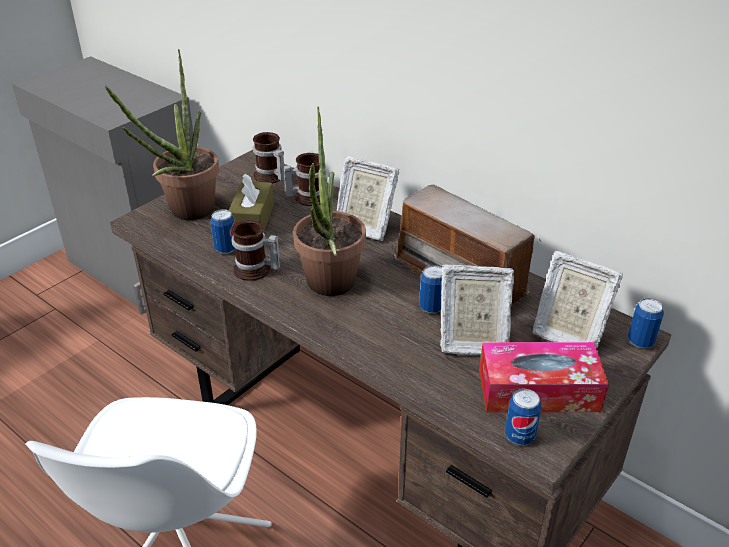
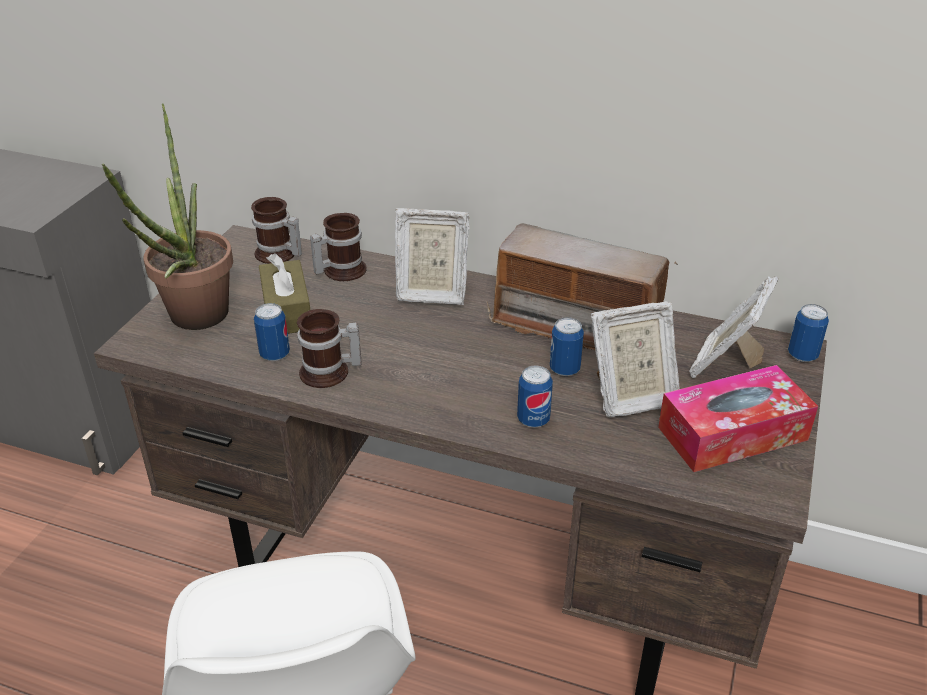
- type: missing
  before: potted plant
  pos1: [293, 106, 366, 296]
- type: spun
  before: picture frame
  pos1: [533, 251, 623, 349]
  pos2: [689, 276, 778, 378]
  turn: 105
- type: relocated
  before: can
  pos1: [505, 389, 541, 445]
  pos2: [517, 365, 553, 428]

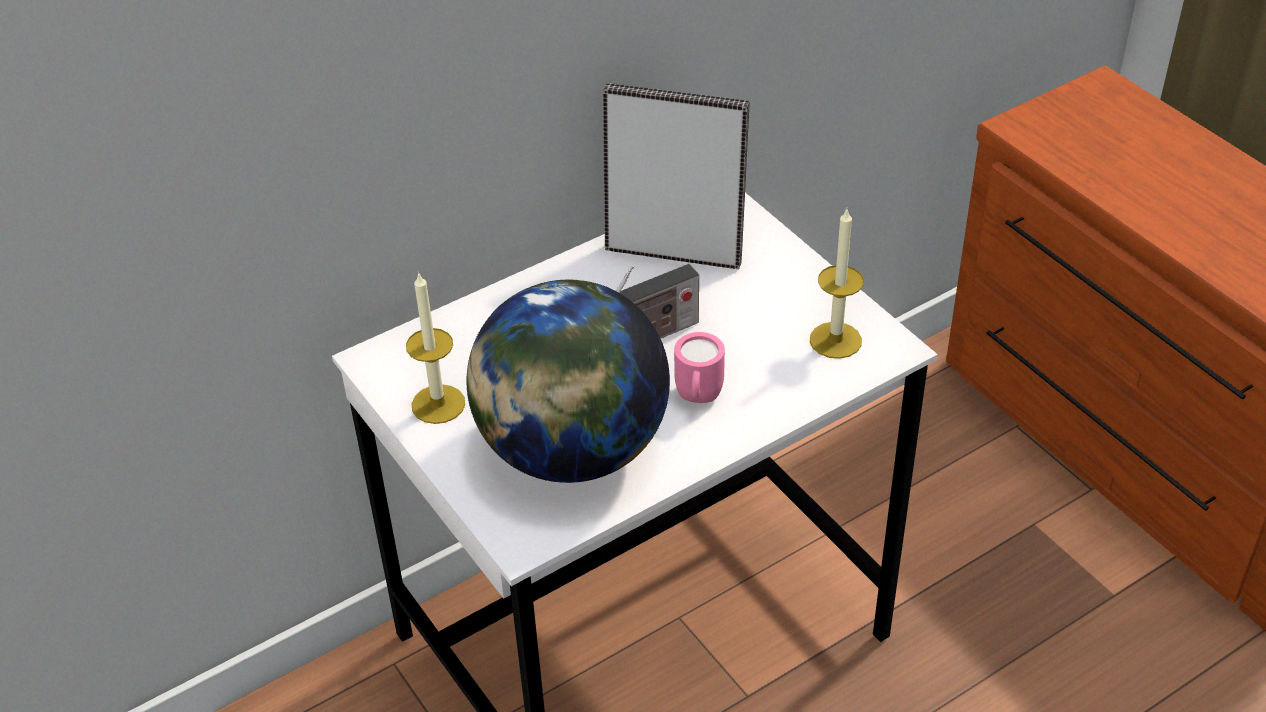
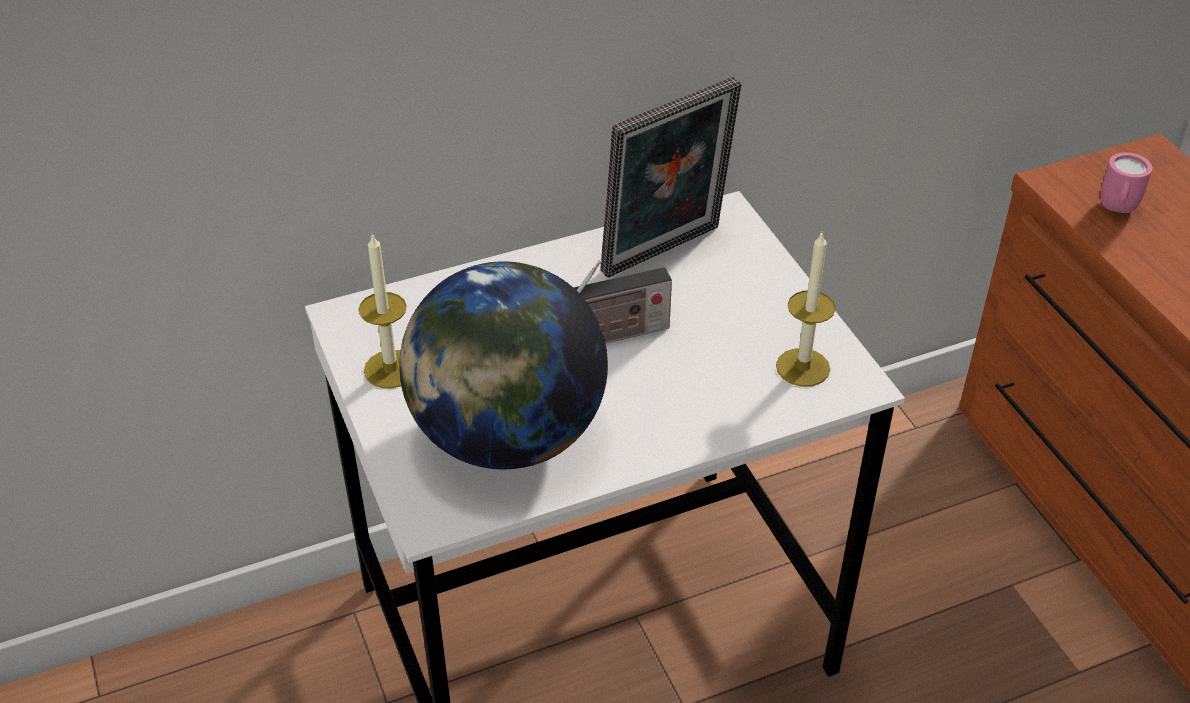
- type: spun
  before: picture frame
  pos1: [603, 83, 750, 269]
  pos2: [601, 77, 742, 278]
  turn: 120
- type: relocated
  before: mug/pink
  pos1: [674, 332, 725, 403]
  pos2: [1101, 152, 1153, 213]

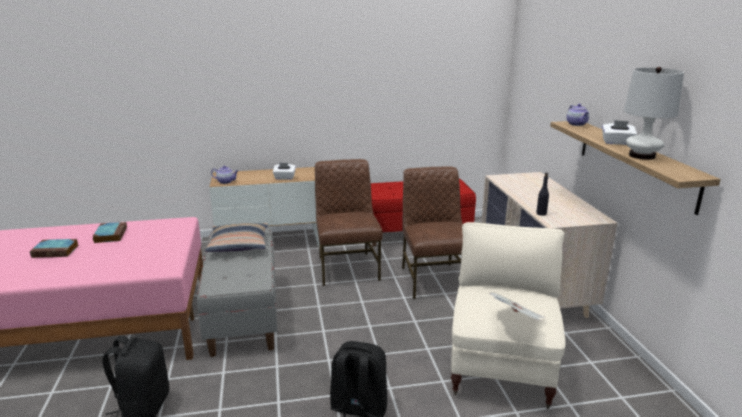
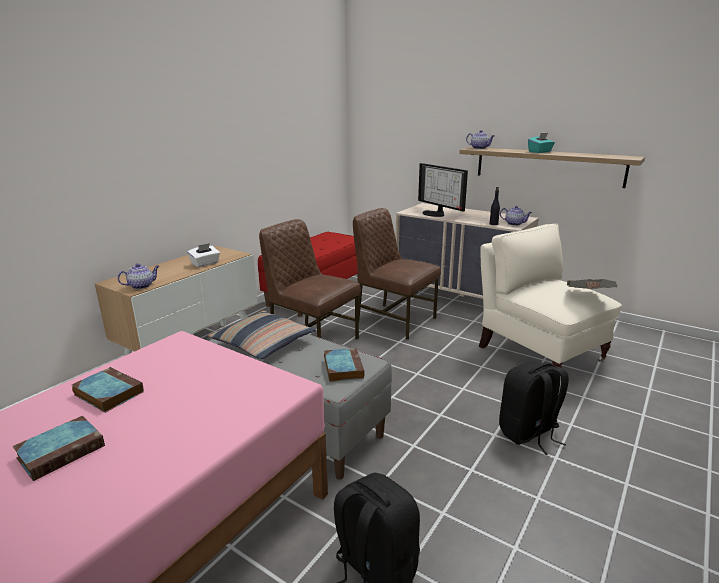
- type: missing
  before: table lamp/white
  pos1: [624, 67, 684, 160]
- type: colour
  before: tissue box/white
  after: tissue box/turquoise
  pos1: [602, 120, 637, 145]
  pos2: [528, 133, 555, 153]
- type: appeared
  after: monitor
  pos2: [418, 163, 468, 217]
- type: appeared
  after: teapot
  pos2: [500, 206, 532, 226]
- type: appeared
  after: book
  pos2: [324, 348, 364, 382]

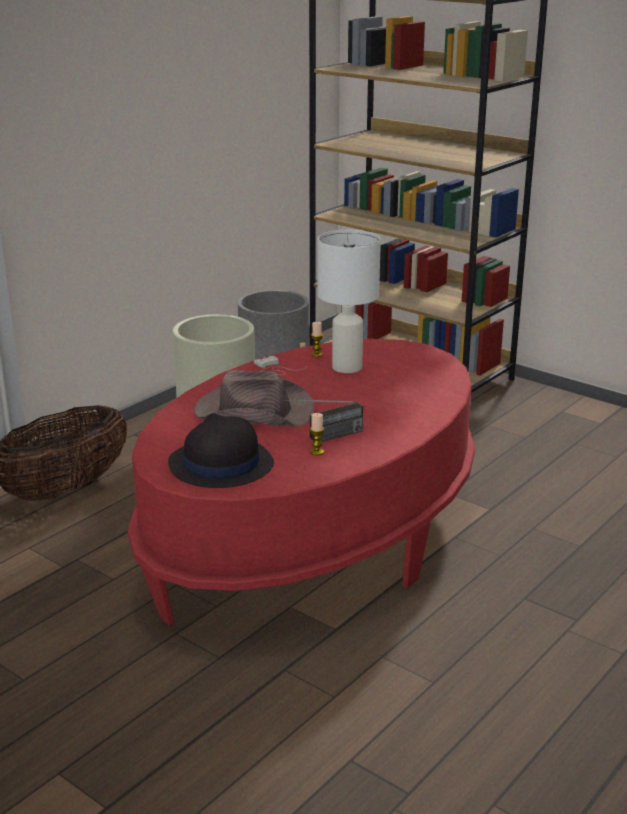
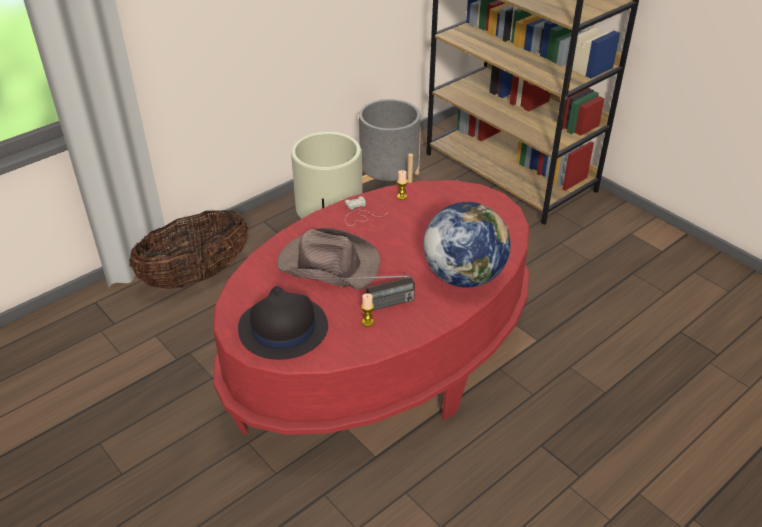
- type: missing
  before: table lamp/white
  pos1: [317, 230, 381, 373]
- type: appeared
  after: globe
  pos2: [424, 202, 511, 288]

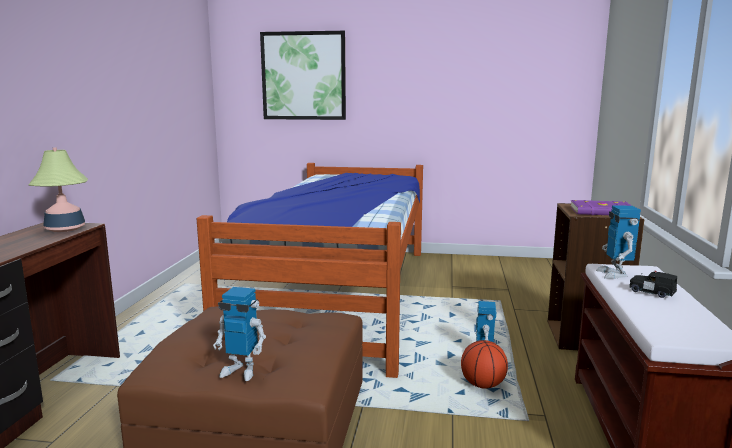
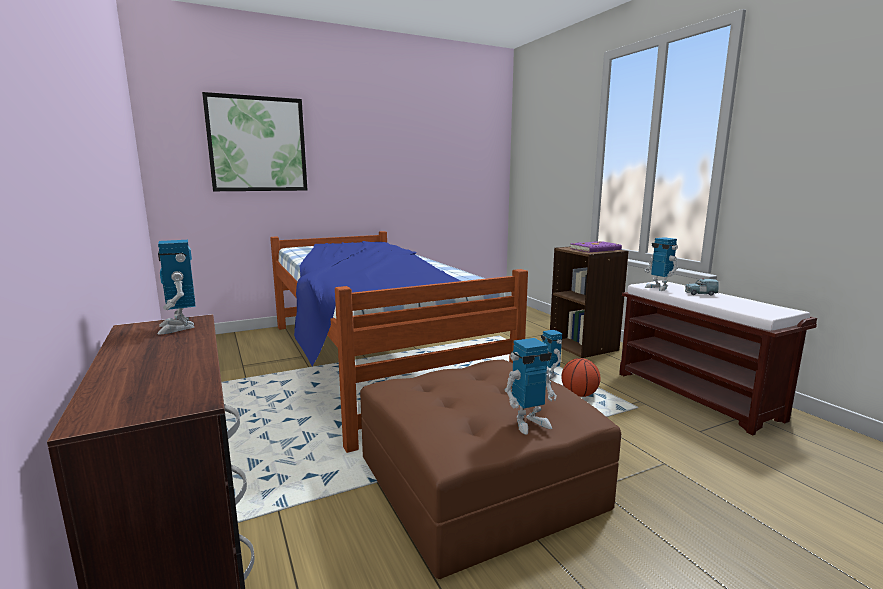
- type: exchanged
  before: table lamp
  after: toy robot
  pos1: [29, 148, 88, 232]
  pos2: [158, 240, 196, 335]
- type: colour
  before: toy car/black
  after: toy car/blue
  pos1: [629, 271, 677, 298]
  pos2: [685, 278, 719, 296]

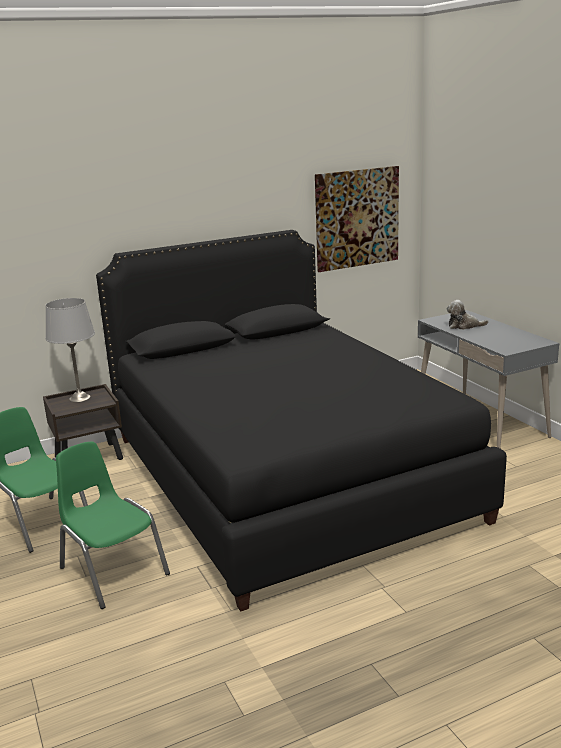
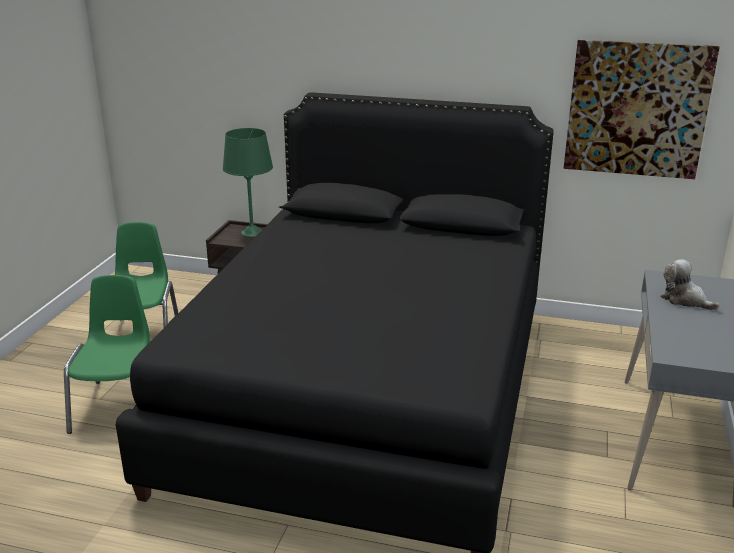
- type: colour
  before: table lamp/grey
  after: table lamp/green
  pos1: [45, 298, 95, 402]
  pos2: [223, 128, 273, 237]

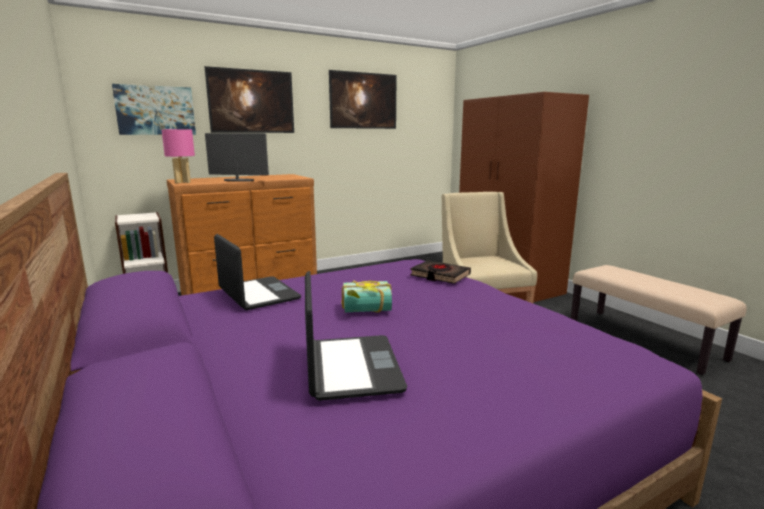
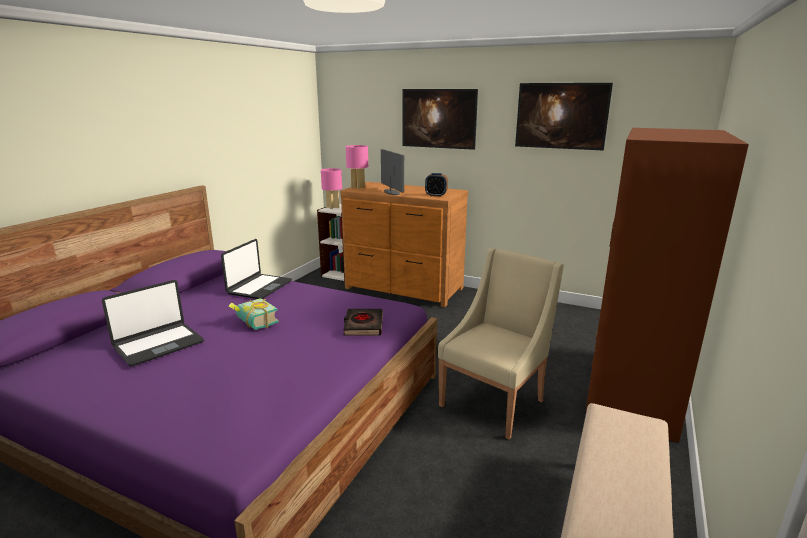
- type: missing
  before: picture
  pos1: [112, 84, 196, 135]
- type: appeared
  after: table lamp/pink
  pos2: [321, 168, 342, 209]
- type: appeared
  after: alarm clock
  pos2: [425, 173, 448, 197]

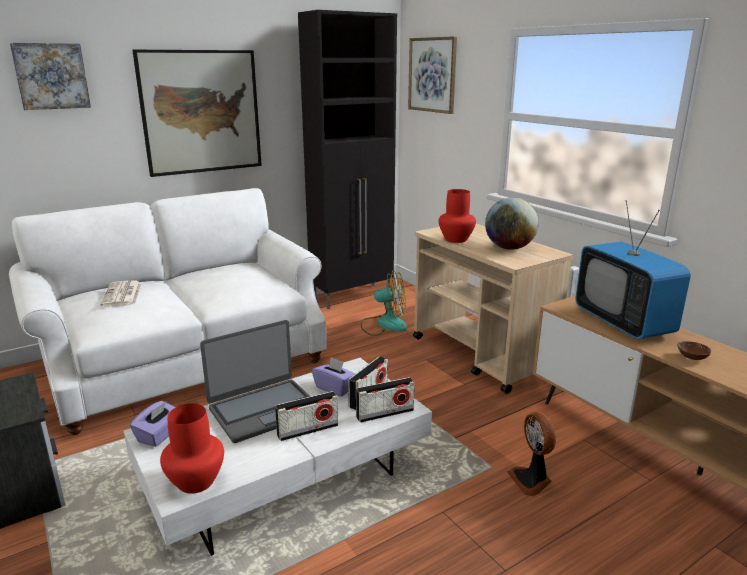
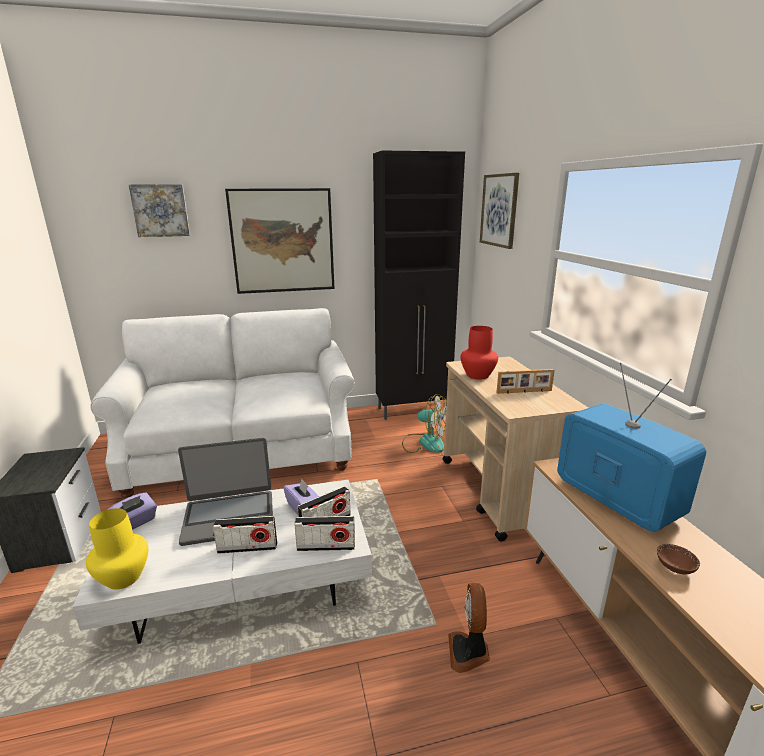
- type: exchanged
  before: globe
  after: picture frame
  pos1: [485, 197, 539, 250]
  pos2: [496, 369, 555, 394]
- type: spun
  before: television
  pos1: [575, 200, 691, 339]
  pos2: [557, 363, 706, 531]
  turn: 150
- type: missing
  before: newspaper
  pos1: [101, 280, 142, 307]
- type: colour
  before: vase/red
  after: vase/yellow
  pos1: [160, 404, 224, 494]
  pos2: [86, 508, 148, 589]

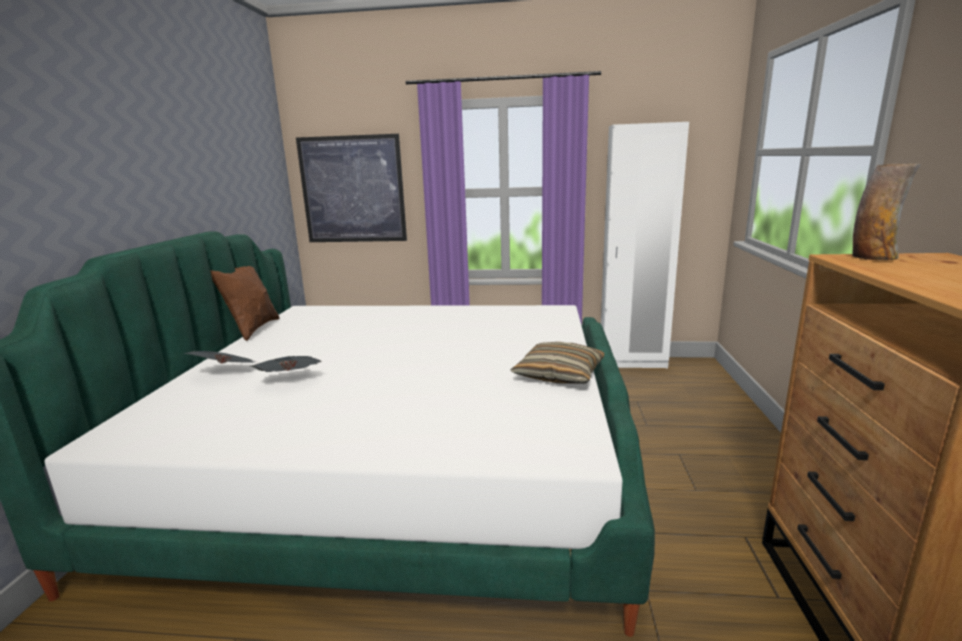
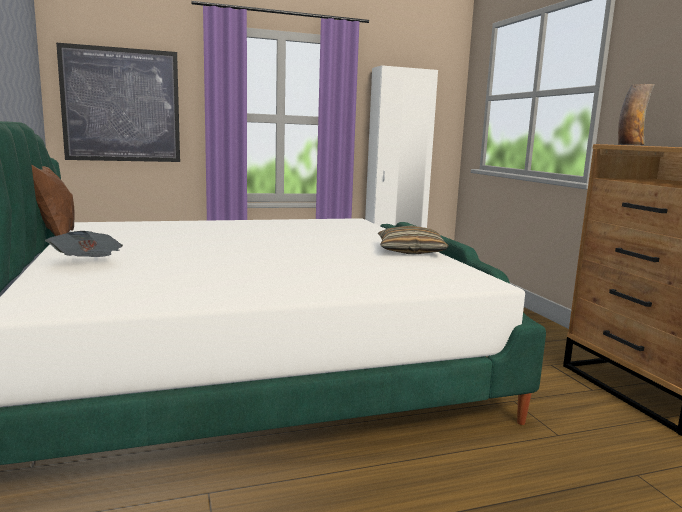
- type: missing
  before: newspaper
  pos1: [250, 356, 321, 372]

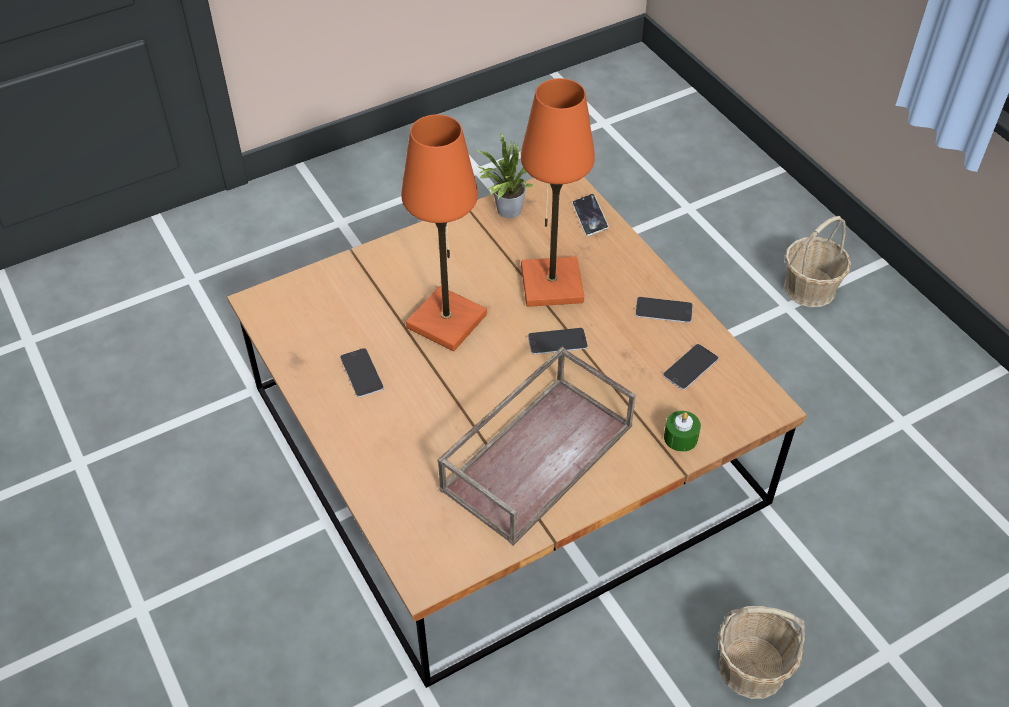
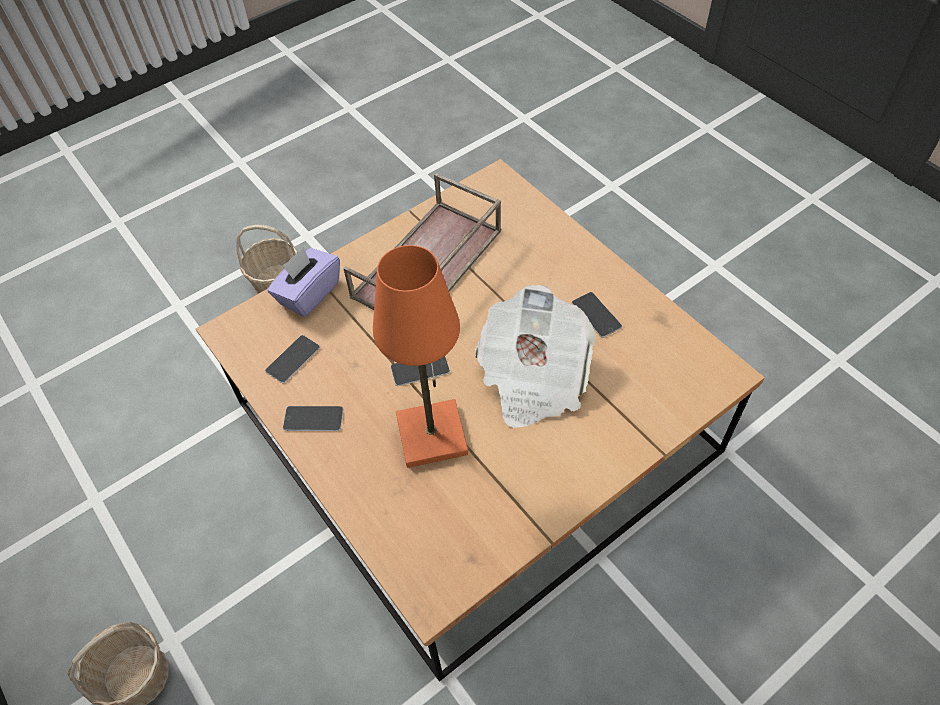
- type: exchanged
  before: table lamp/orange
  after: newspaper
  pos1: [401, 114, 487, 351]
  pos2: [475, 285, 596, 428]
- type: missing
  before: potted plant
  pos1: [474, 132, 534, 218]
- type: missing
  before: phone
  pos1: [572, 194, 609, 236]
- type: exchanged
  before: candle/green
  after: tissue box/purple
  pos1: [664, 411, 701, 452]
  pos2: [267, 247, 340, 317]

